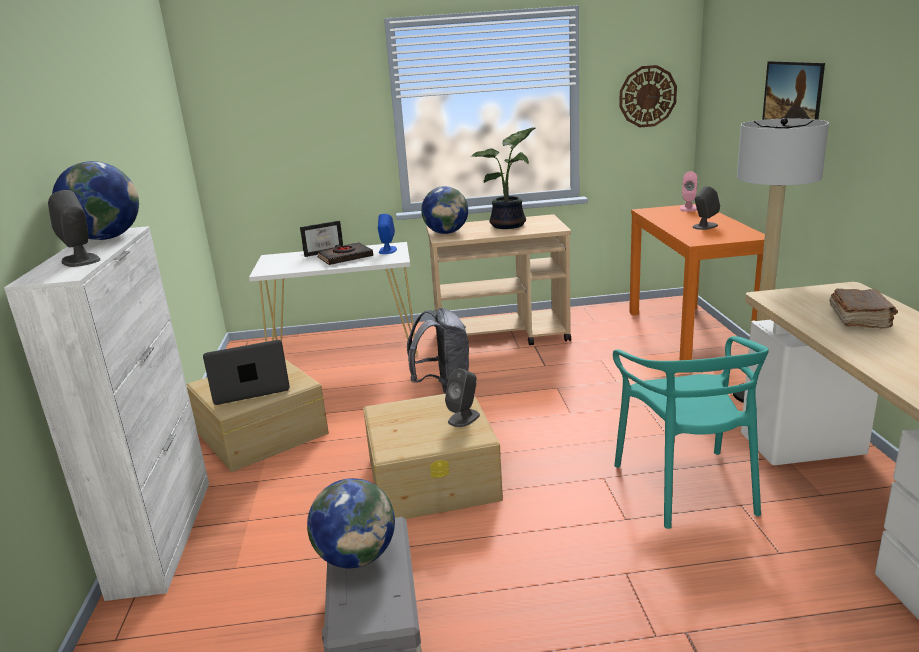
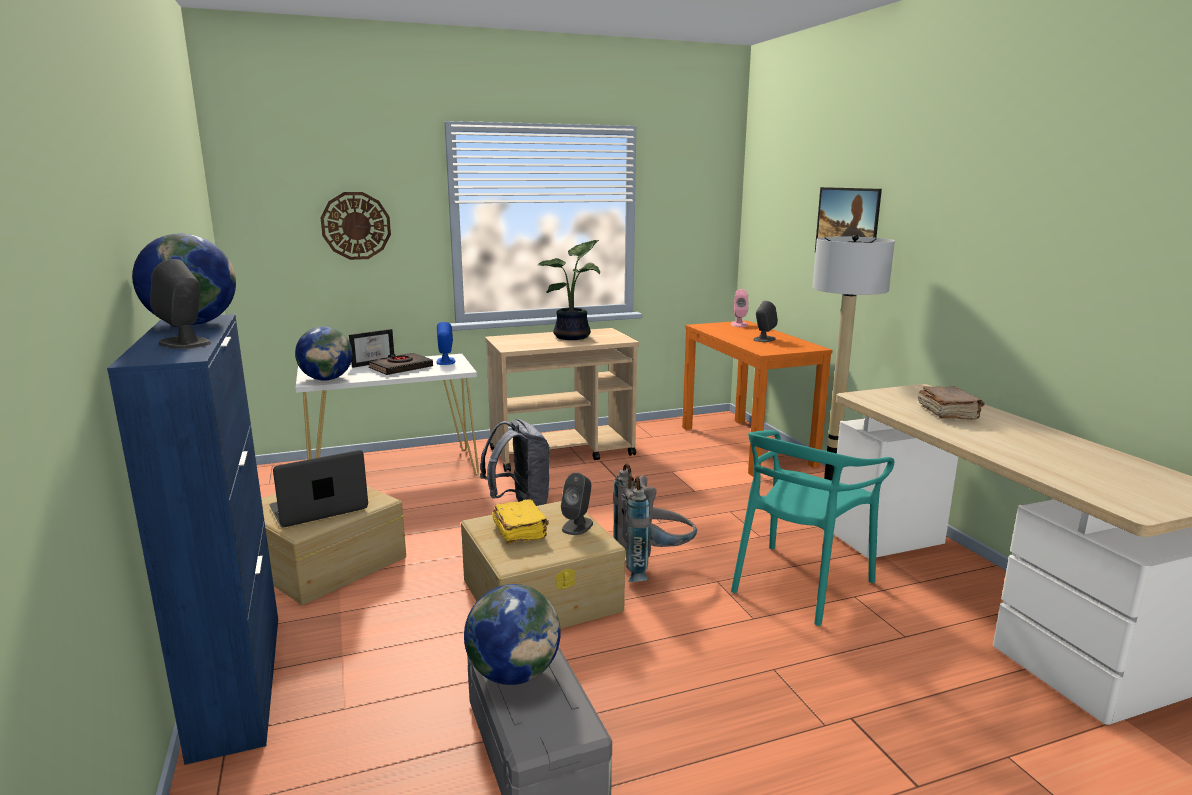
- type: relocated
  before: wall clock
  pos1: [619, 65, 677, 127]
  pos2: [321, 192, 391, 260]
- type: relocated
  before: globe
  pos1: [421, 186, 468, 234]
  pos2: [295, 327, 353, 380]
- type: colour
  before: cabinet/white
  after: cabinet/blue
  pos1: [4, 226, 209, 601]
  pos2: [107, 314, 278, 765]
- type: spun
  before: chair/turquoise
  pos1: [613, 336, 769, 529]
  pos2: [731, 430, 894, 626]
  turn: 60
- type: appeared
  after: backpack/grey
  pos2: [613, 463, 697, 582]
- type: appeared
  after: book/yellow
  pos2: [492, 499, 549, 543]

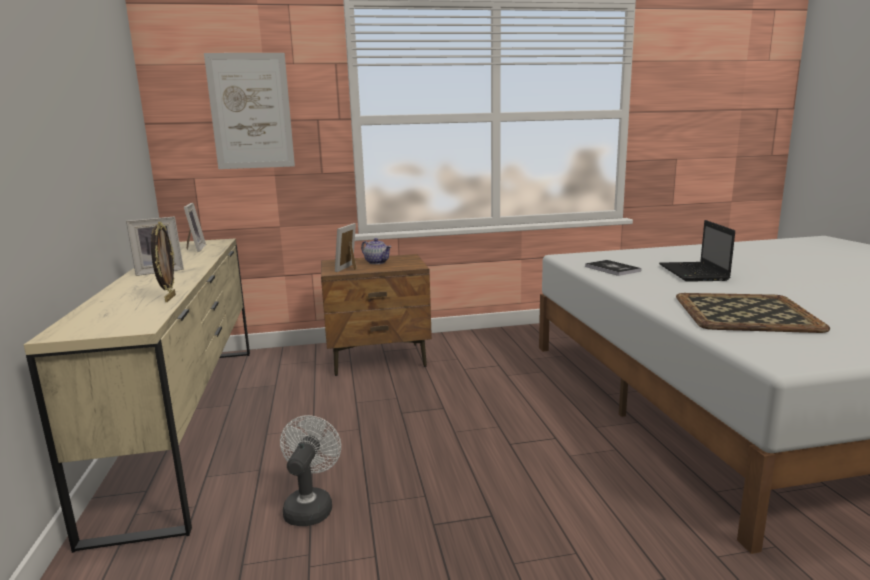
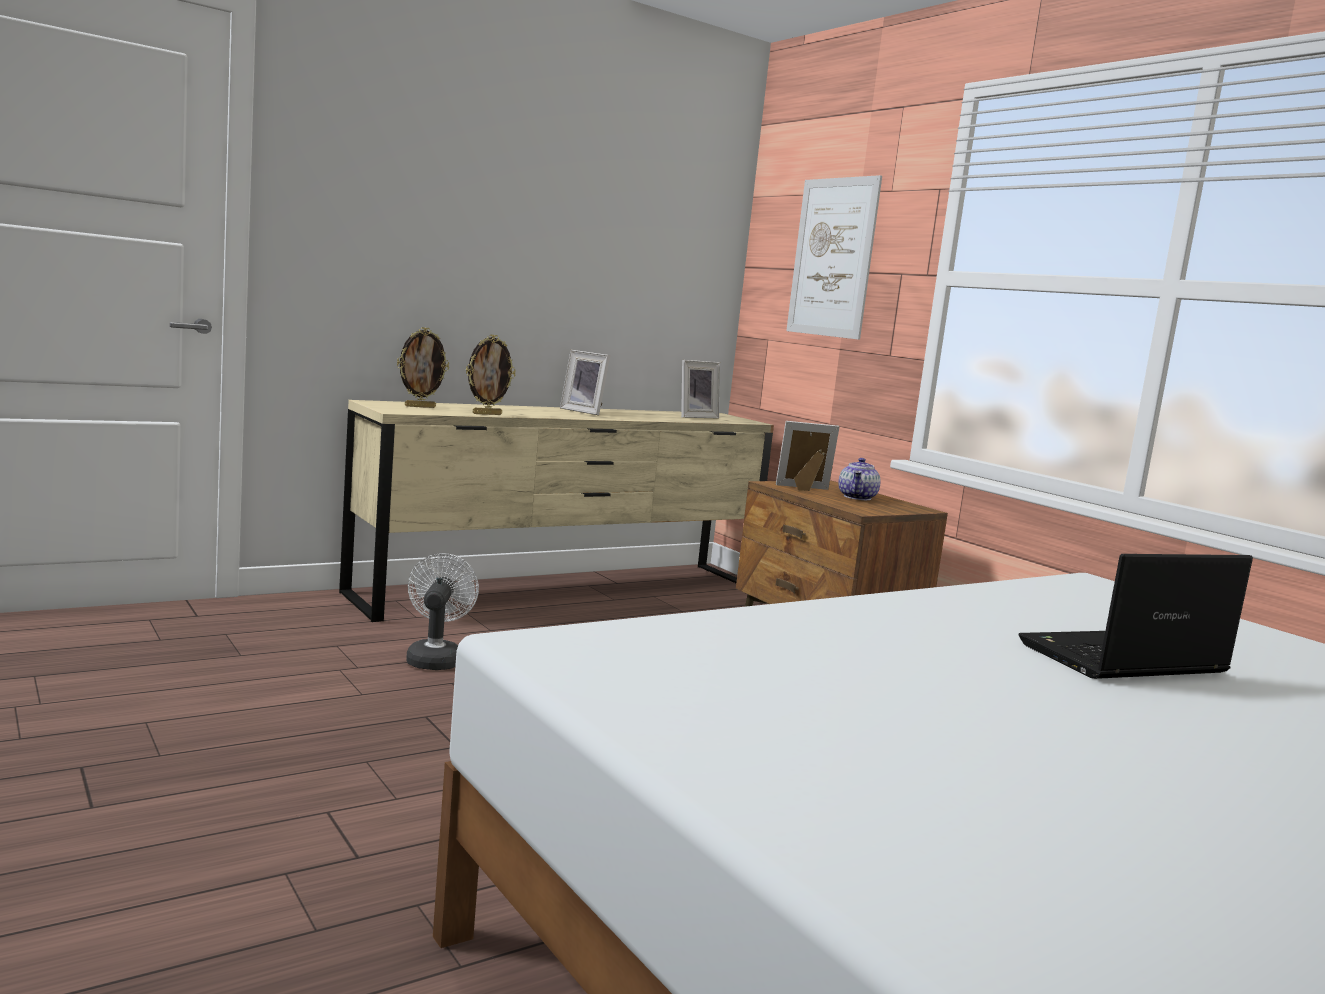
- type: missing
  before: book
  pos1: [585, 260, 641, 276]
- type: missing
  before: tray
  pos1: [676, 293, 830, 333]
- type: spun
  before: fan/white
  pos1: [280, 415, 341, 526]
  pos2: [406, 553, 479, 670]
  turn: -75
- type: appeared
  after: picture frame
  pos2: [397, 327, 449, 408]

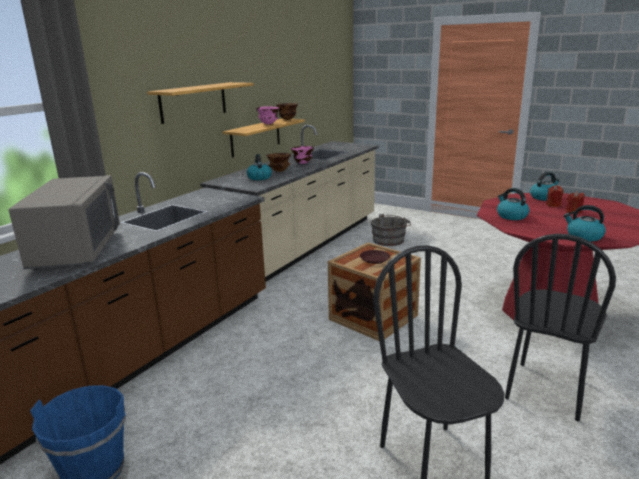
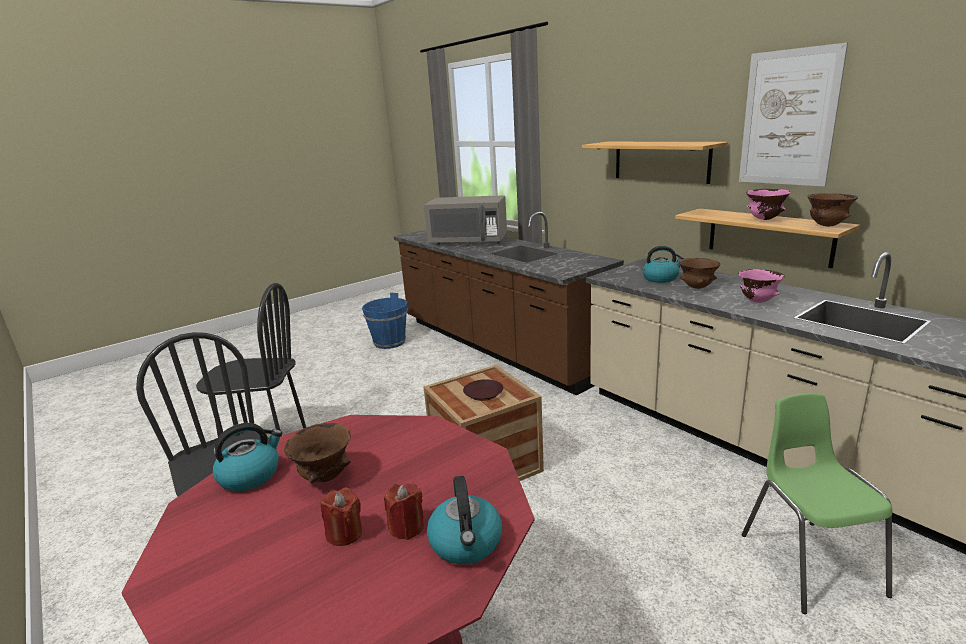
- type: missing
  before: kettle
  pos1: [497, 188, 529, 220]
- type: exchanged
  before: bucket/grey
  after: chair/green
  pos1: [371, 214, 411, 246]
  pos2: [742, 394, 893, 614]
- type: appeared
  after: picture
  pos2: [739, 43, 848, 187]
- type: appeared
  after: bowl/brown
  pos2: [284, 423, 351, 483]

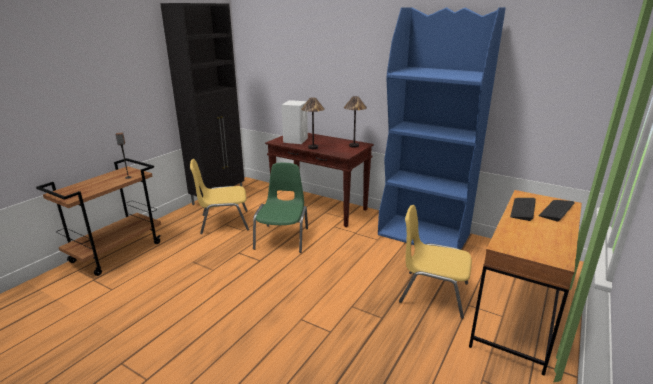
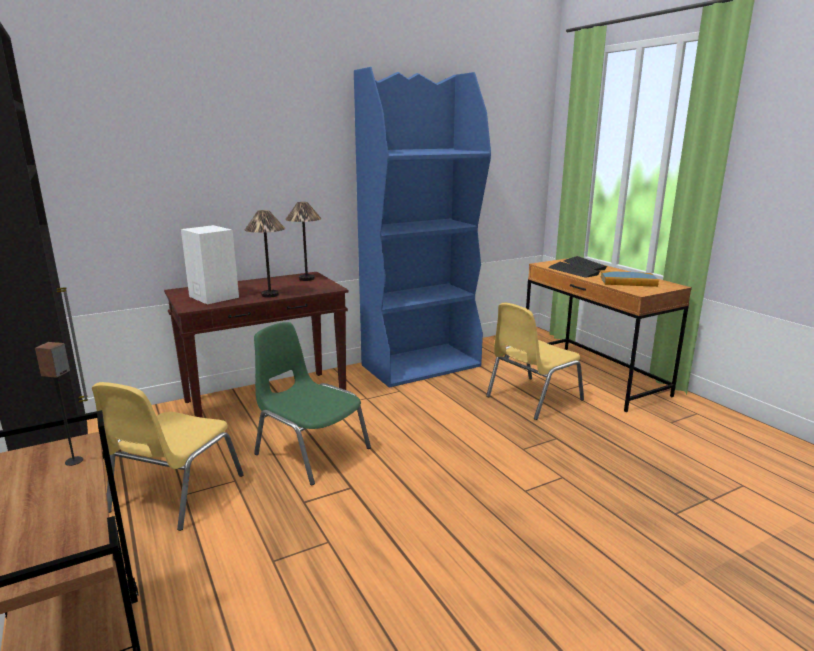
- type: appeared
  after: book
  pos2: [600, 271, 659, 287]

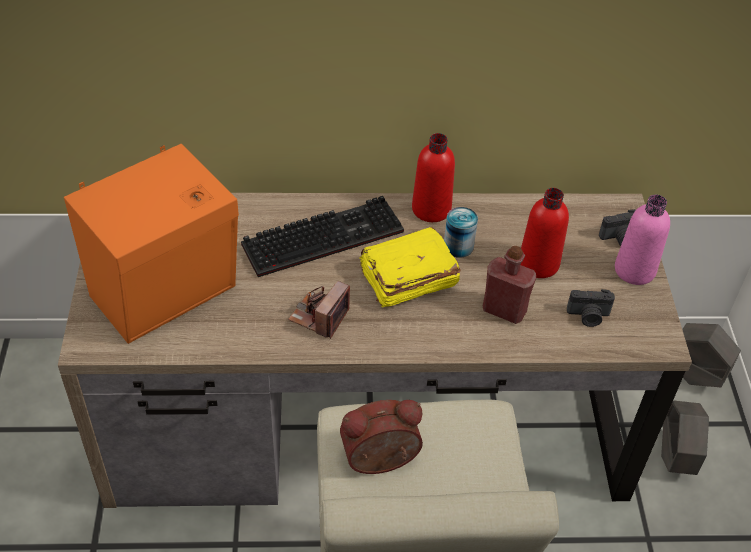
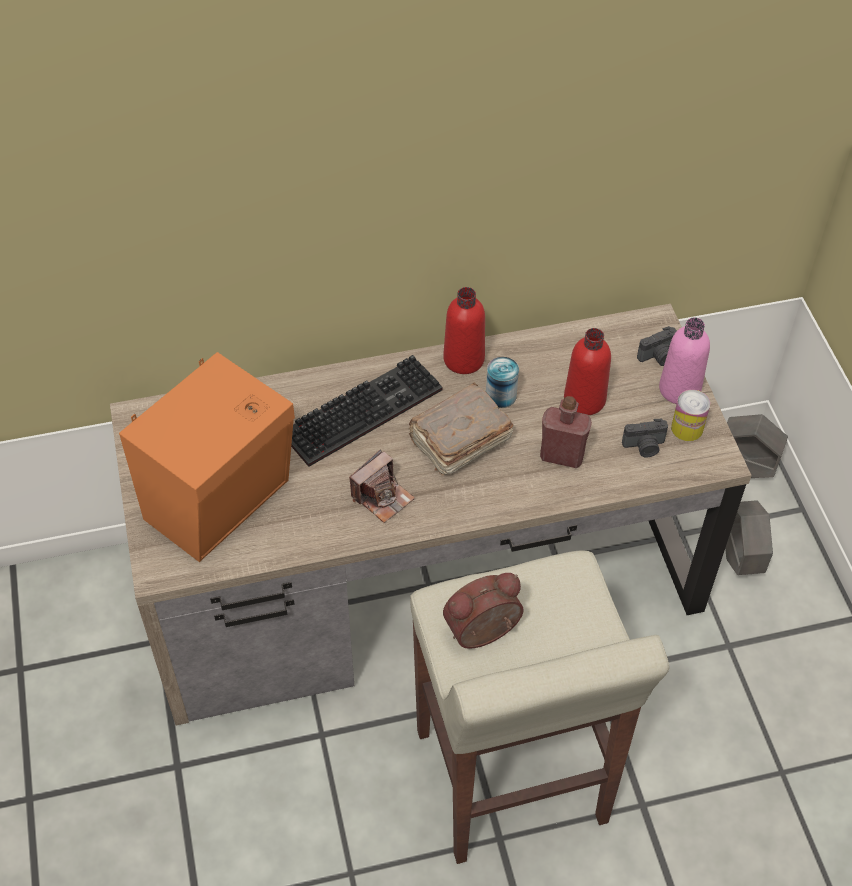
- type: colour
  before: book/yellow
  after: book/brown
  pos1: [359, 227, 461, 308]
  pos2: [408, 382, 513, 475]
- type: spun
  before: photo camera
  pos1: [288, 281, 350, 339]
  pos2: [349, 449, 415, 523]
  turn: -150
- type: appeared
  after: can
  pos2: [671, 390, 710, 441]

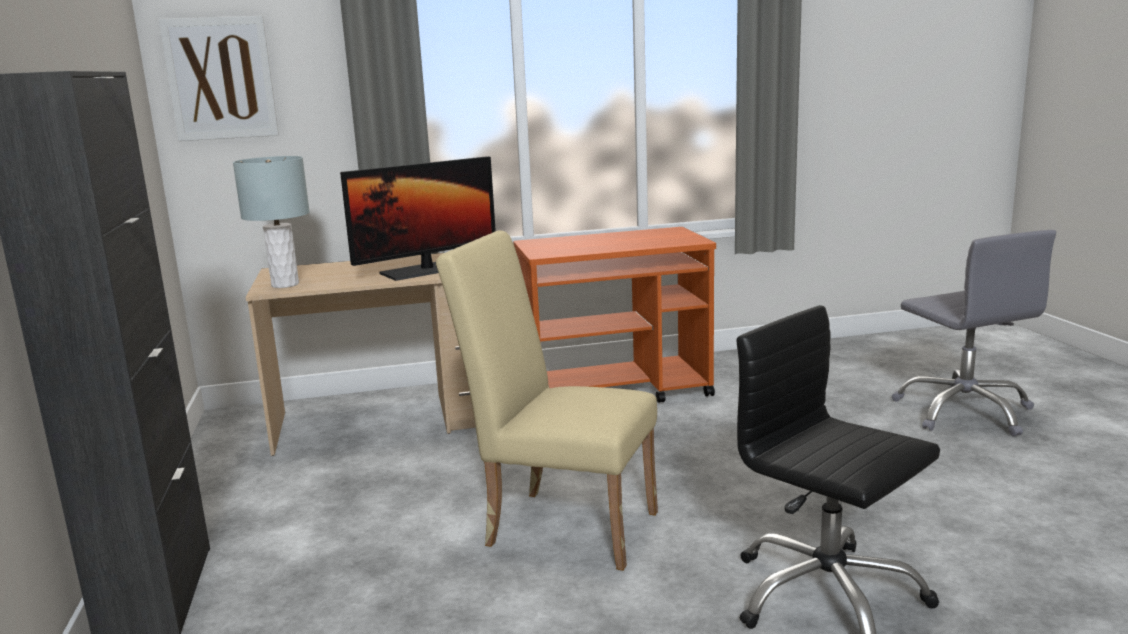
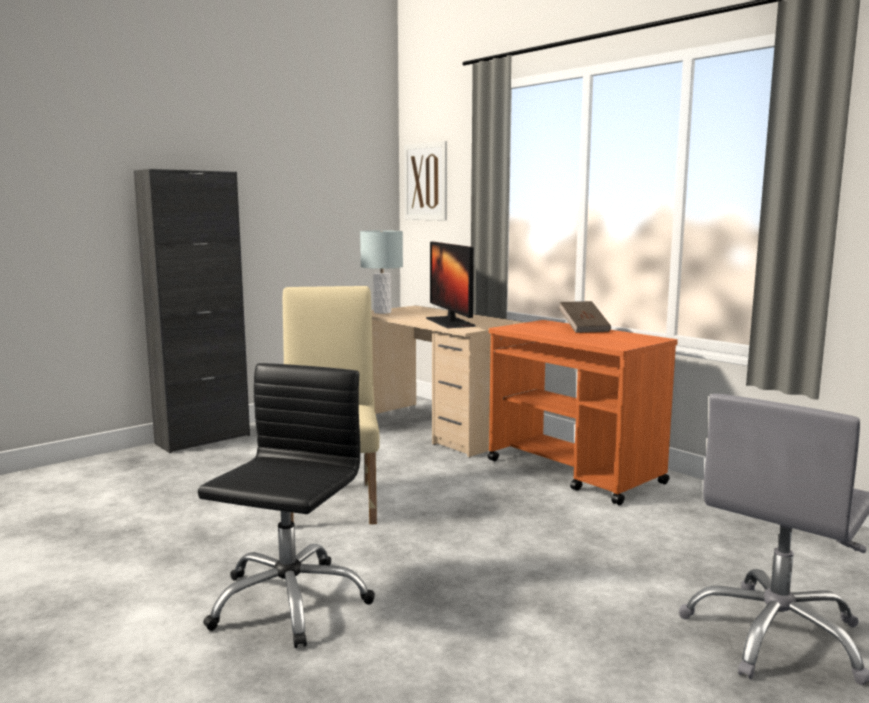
- type: spun
  before: monitor
  pos1: [340, 156, 496, 281]
  pos2: [426, 242, 476, 328]
  turn: 45
- type: appeared
  after: book/brown
  pos2: [559, 301, 611, 333]

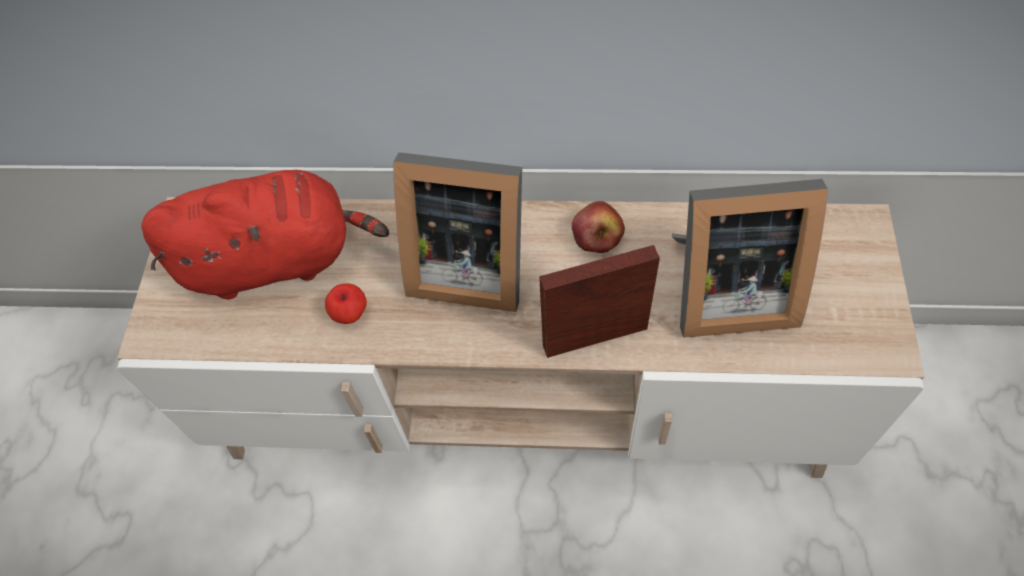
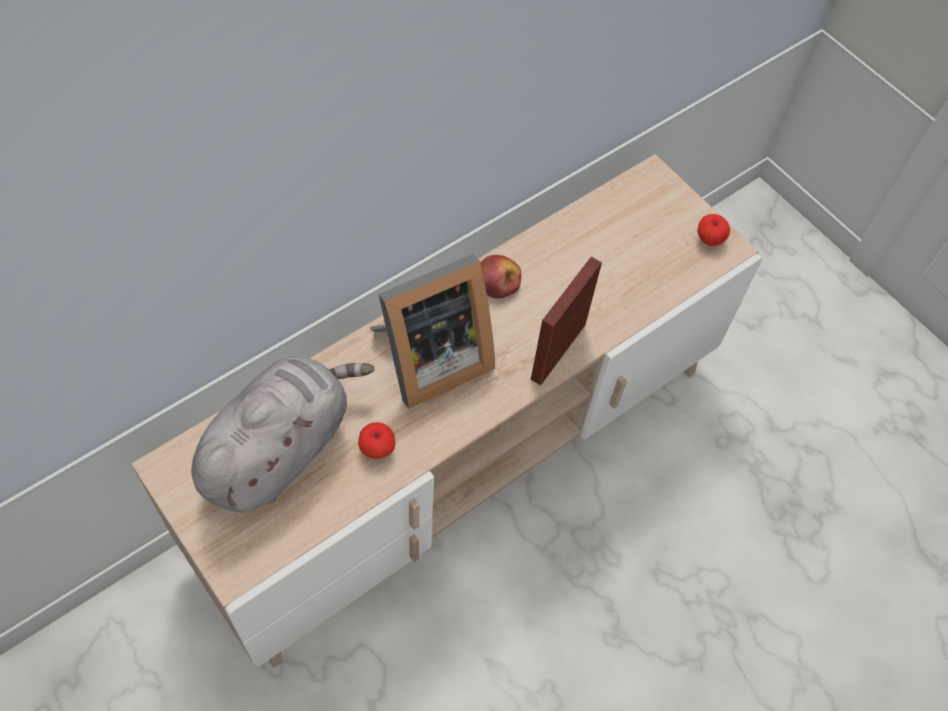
- type: colour
  before: plush toy/red
  after: plush toy/grey
  pos1: [141, 170, 389, 300]
  pos2: [191, 356, 374, 512]
- type: missing
  before: picture frame
  pos1: [672, 179, 828, 338]
- type: appeared
  after: apple
  pos2: [697, 214, 730, 246]

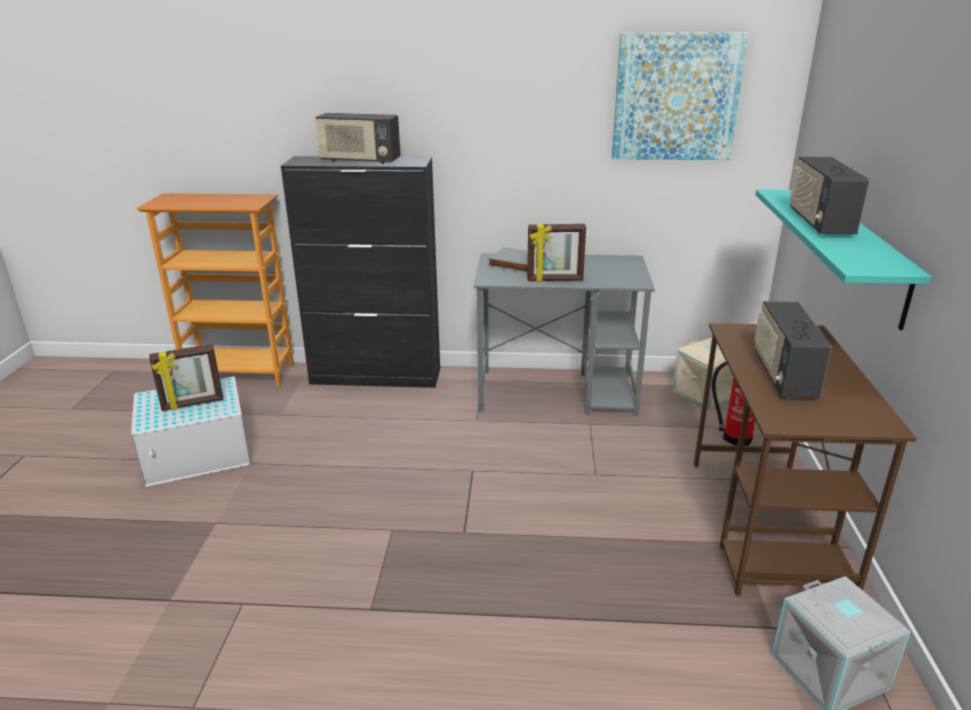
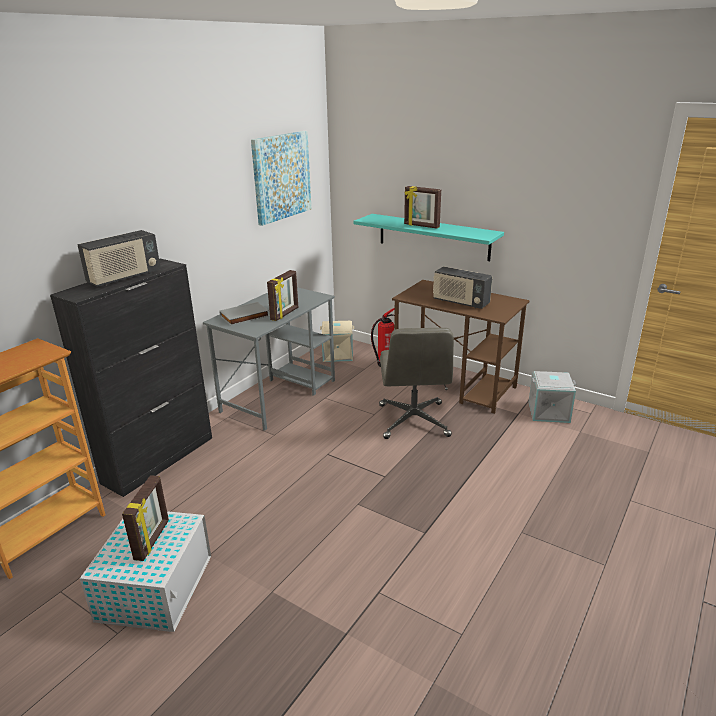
- type: exchanged
  before: radio
  after: picture frame
  pos1: [790, 157, 869, 234]
  pos2: [404, 186, 441, 229]
- type: appeared
  after: office chair/grey
  pos2: [379, 328, 454, 439]

